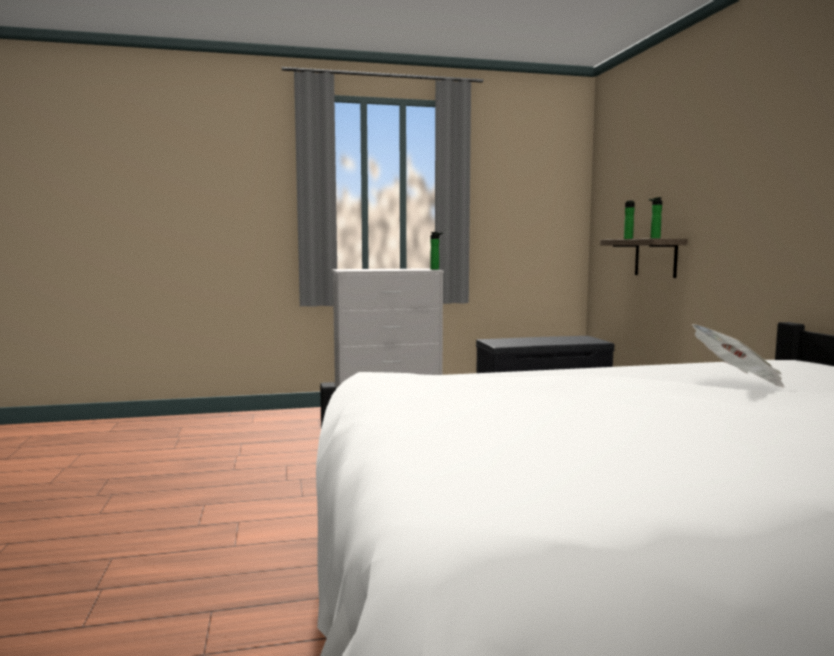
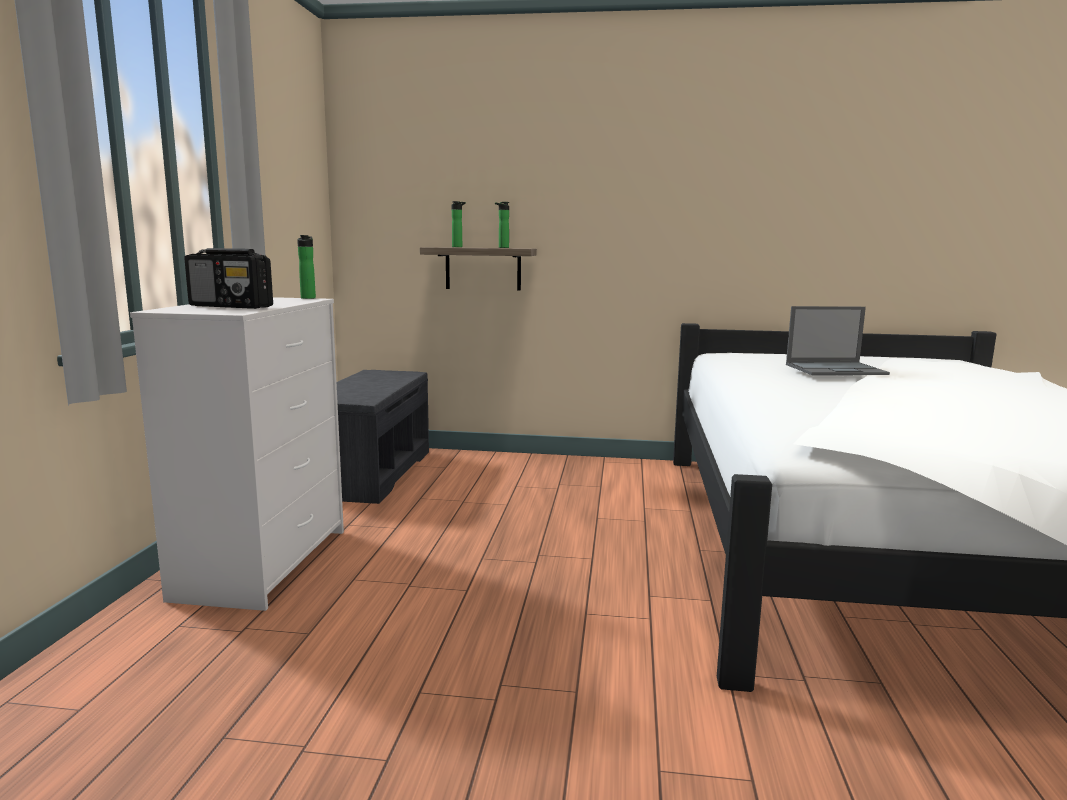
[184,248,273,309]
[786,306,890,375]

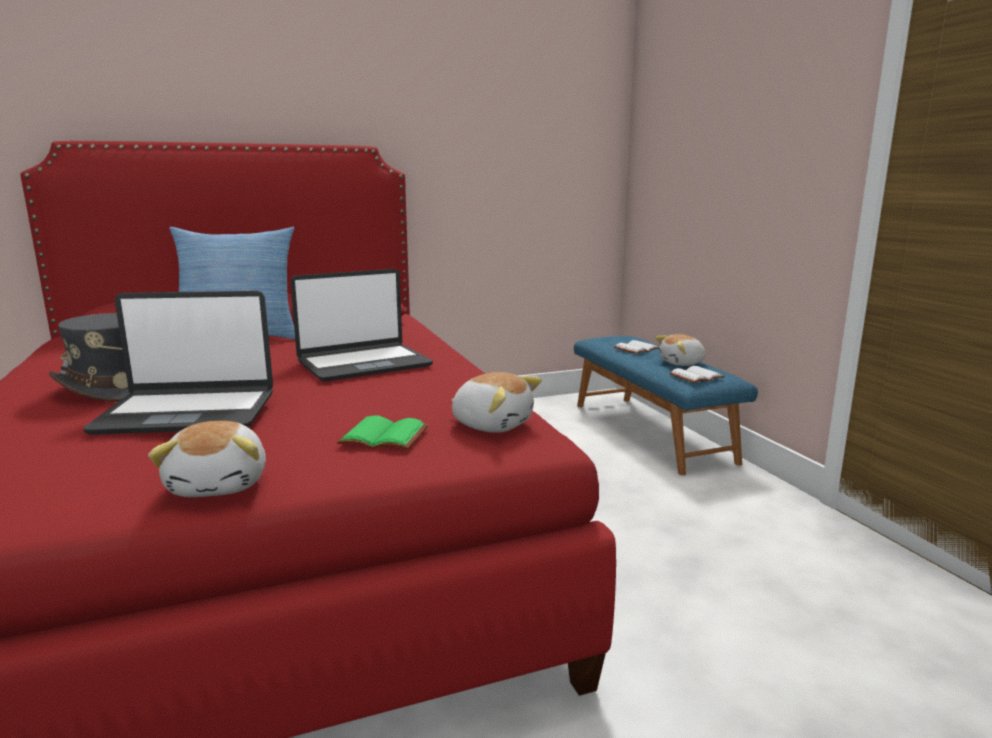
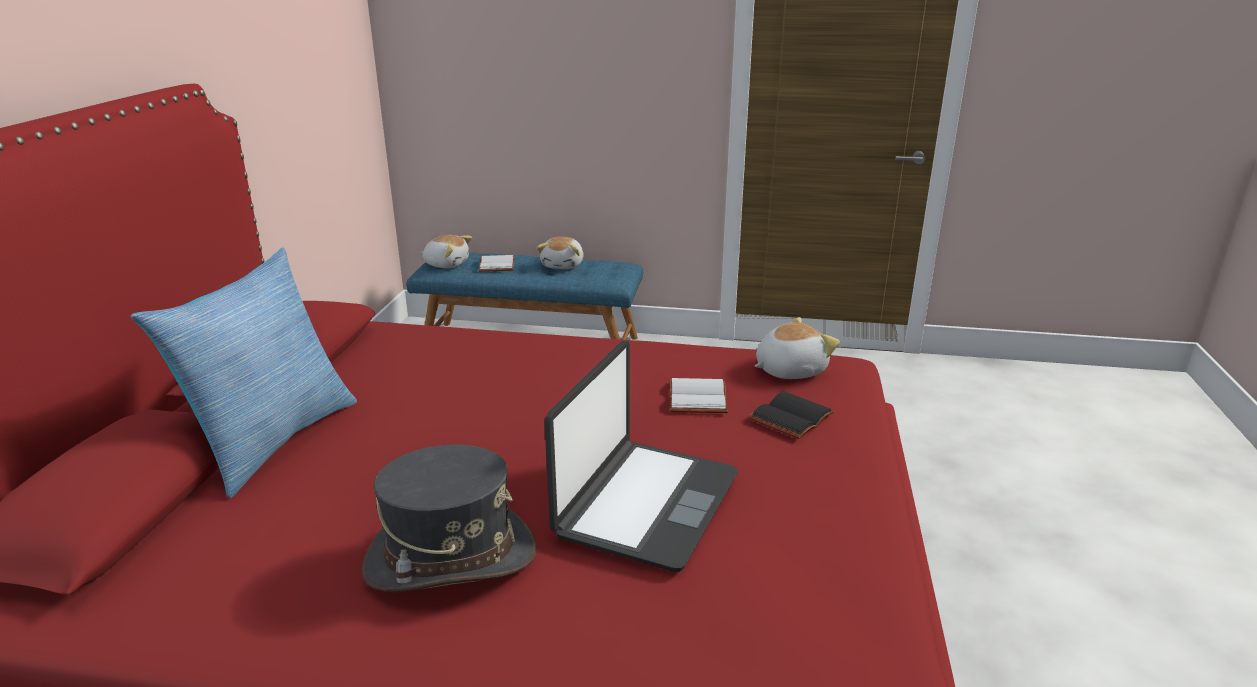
[421,235,472,269]
[670,378,728,413]
[749,391,834,439]
[290,269,433,382] (first image)

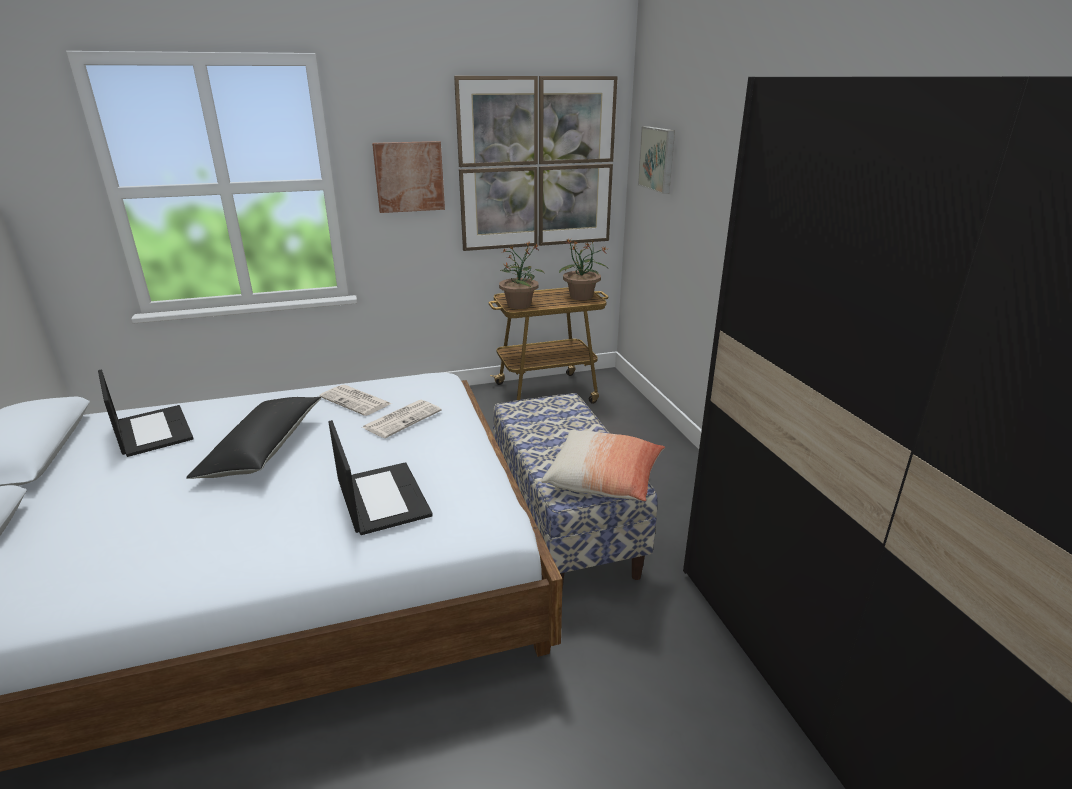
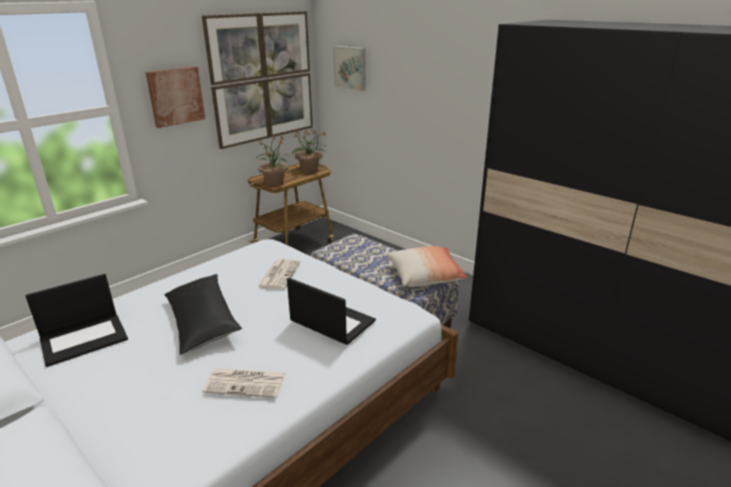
[25,274,128,367]
[203,368,286,398]

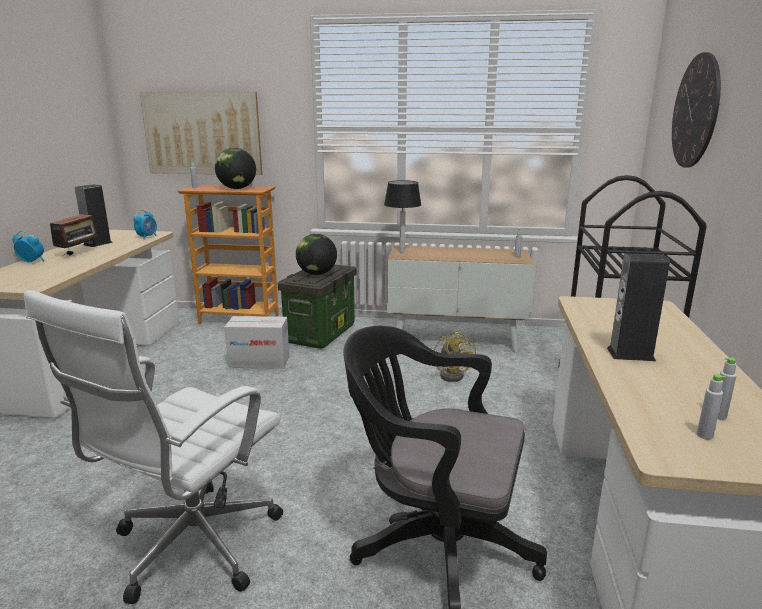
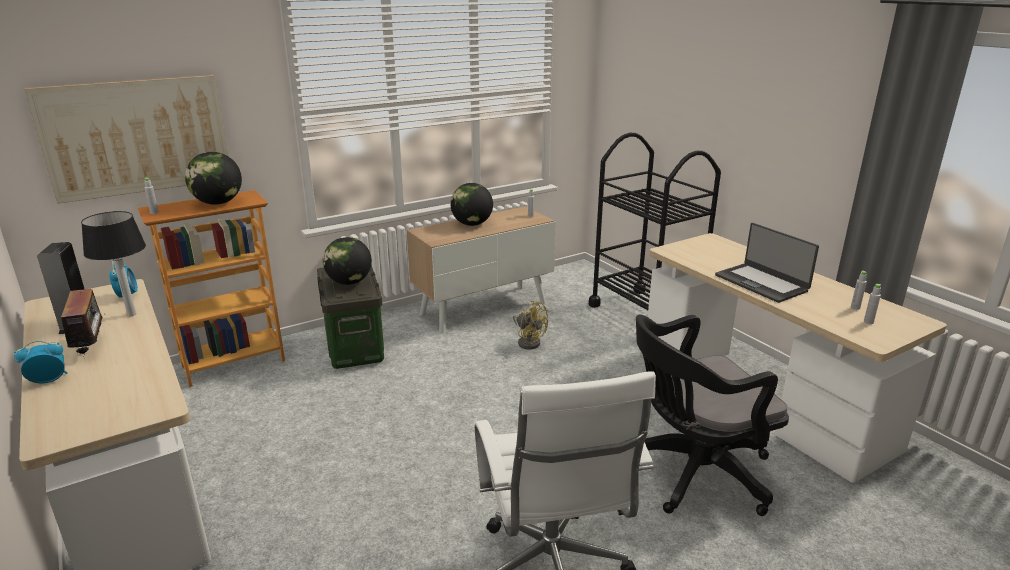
[81,211,146,316]
[450,183,493,226]
[715,223,819,303]
[224,316,289,369] (first image)
[672,52,721,168] (first image)

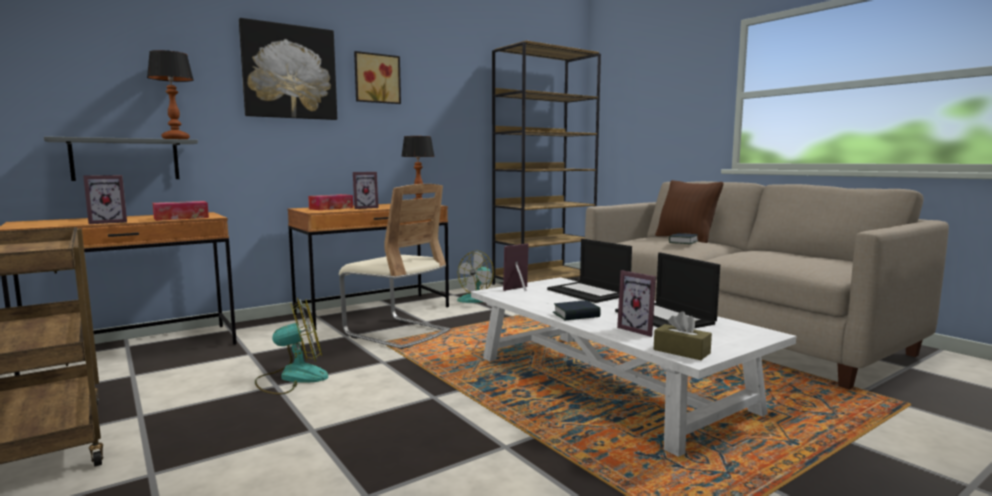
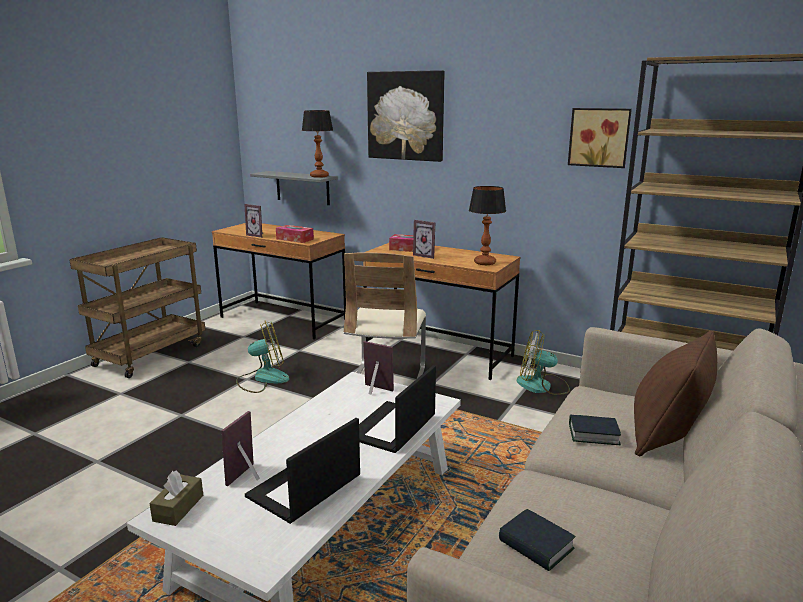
[236,321,289,393]
[499,509,575,571]
[568,108,632,168]

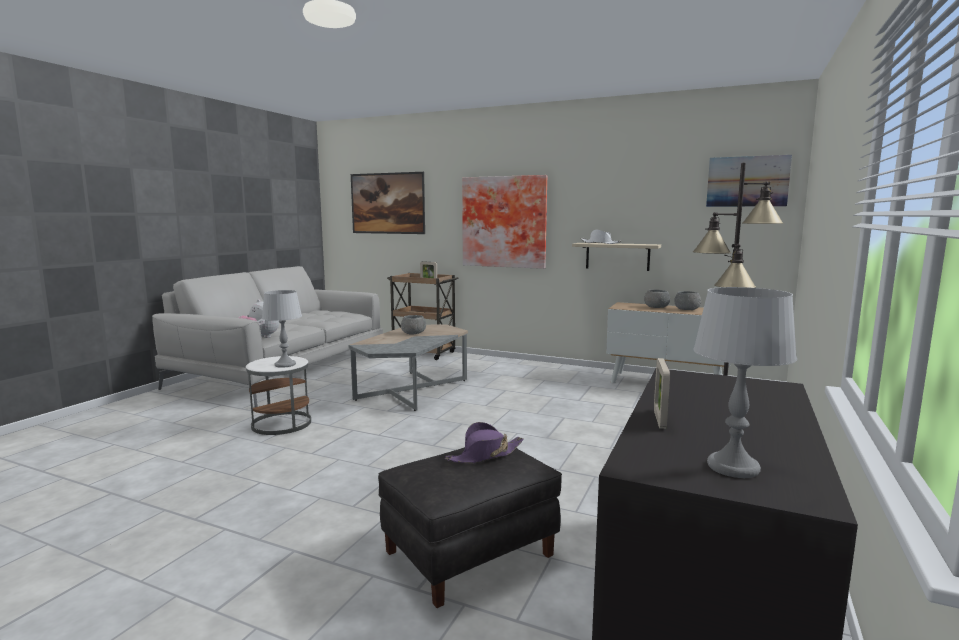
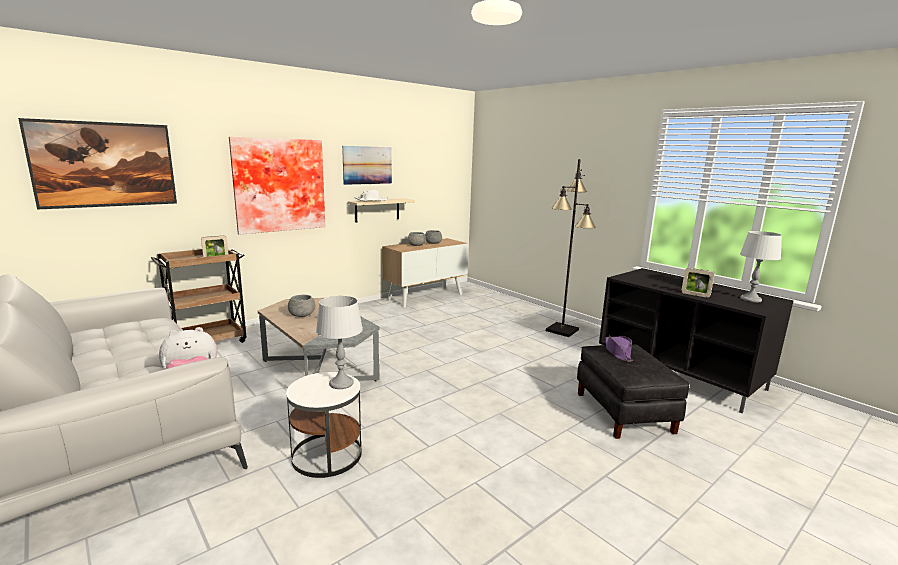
[342,146,392,185]

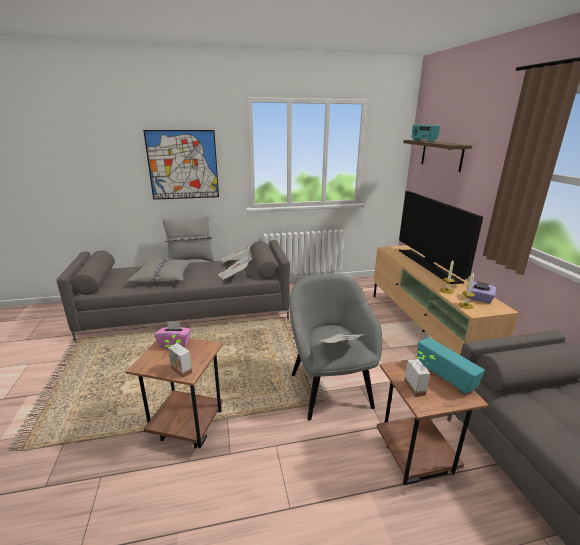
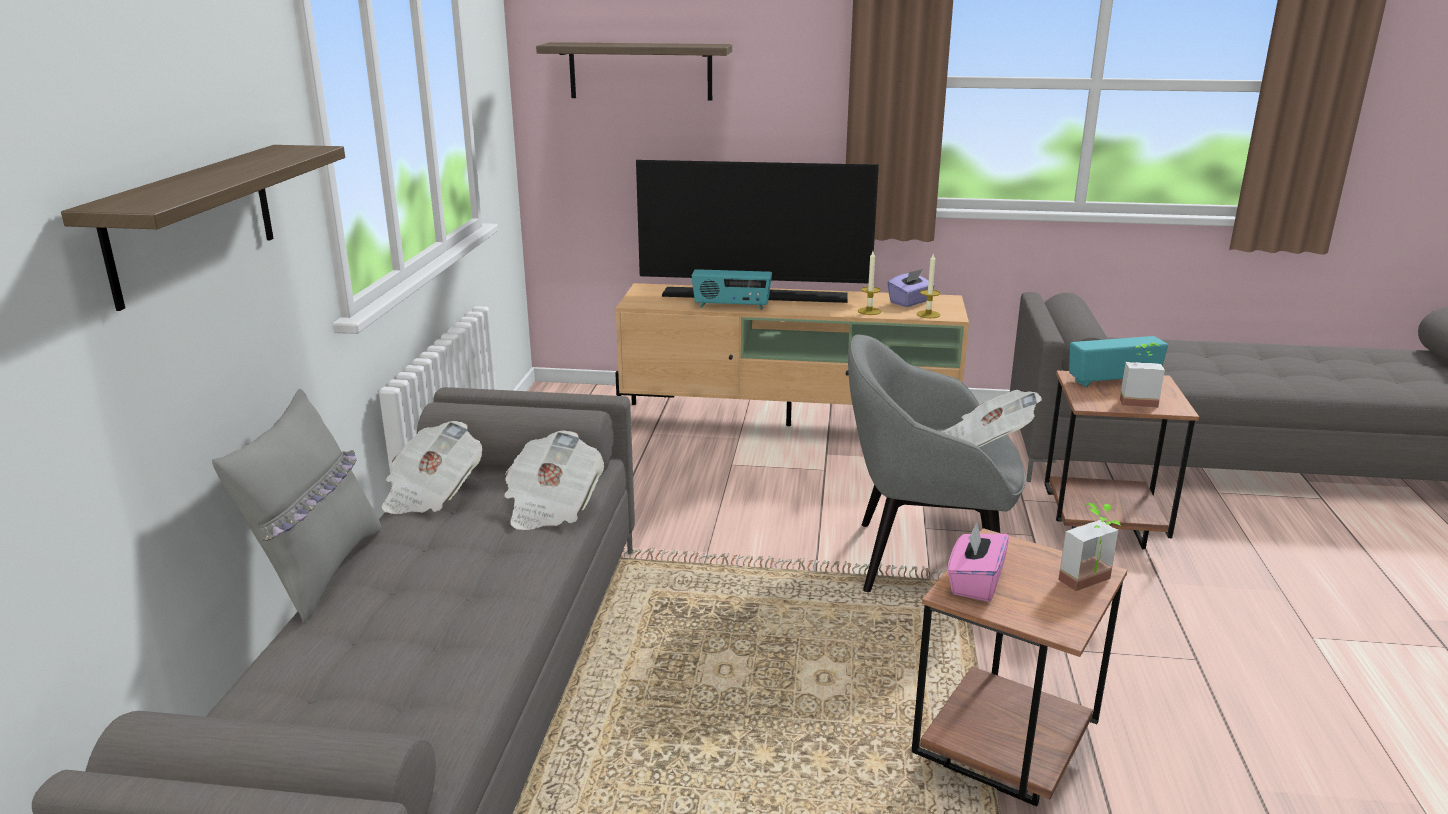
[61,145,345,311]
[692,269,772,310]
[127,256,192,283] (first image)

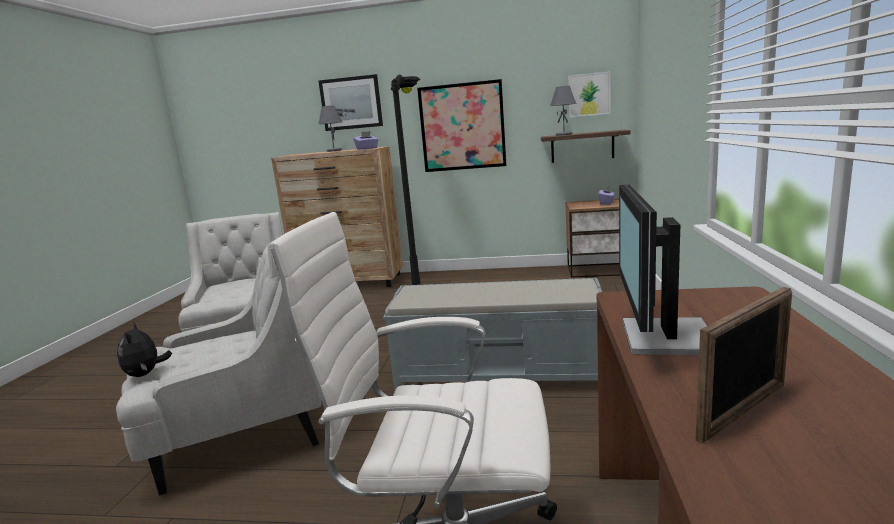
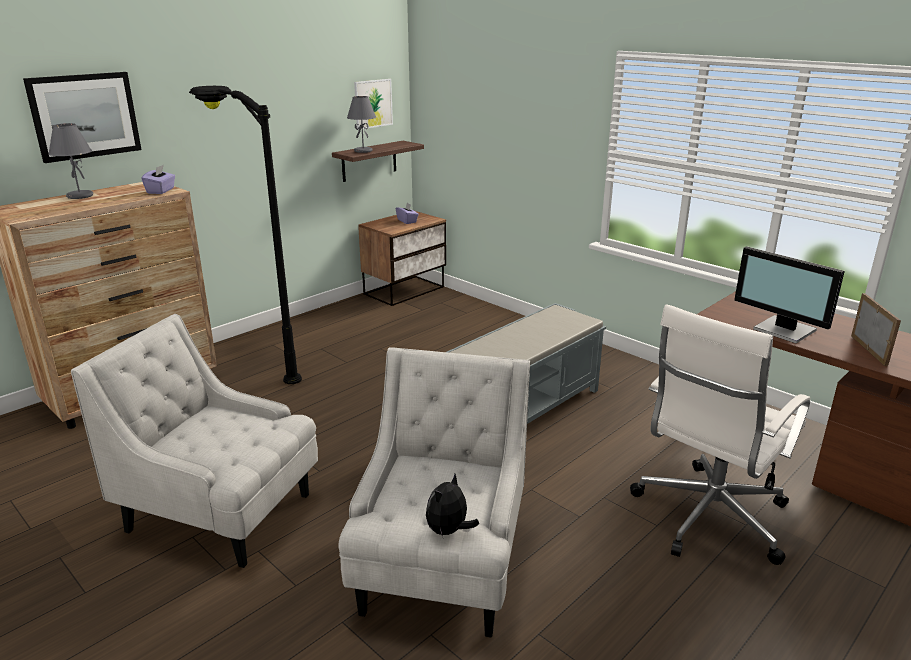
[426,474,479,537]
[417,79,506,172] (first image)

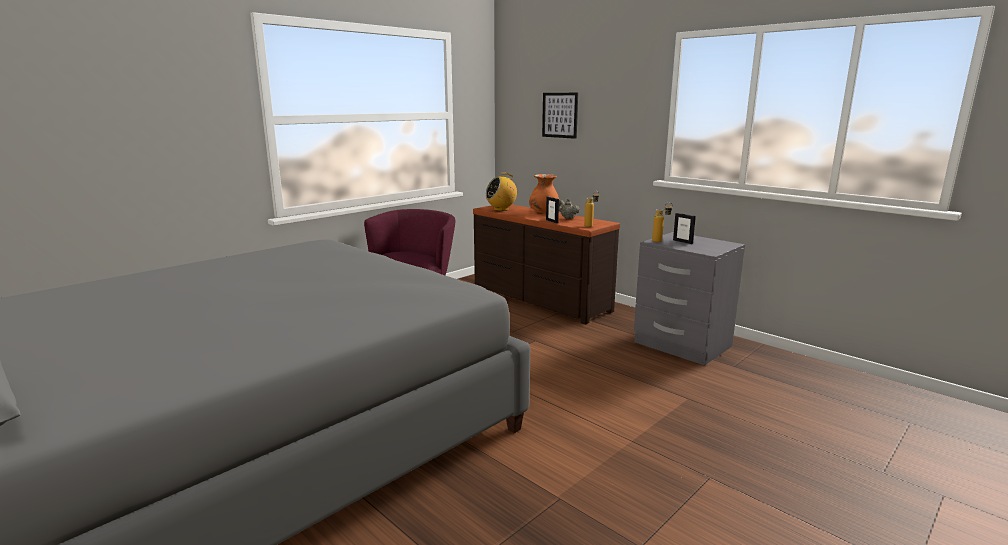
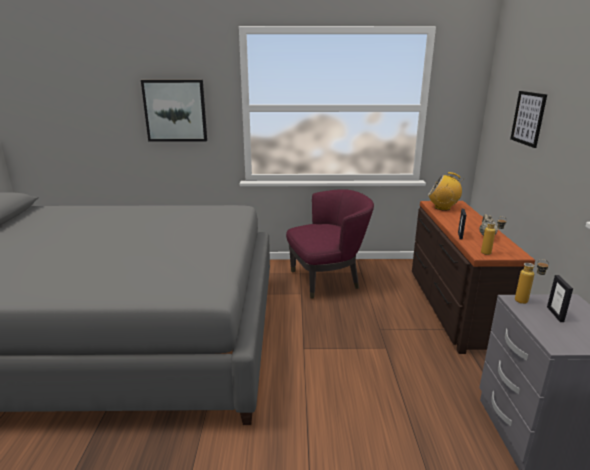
[141,80,207,142]
[529,174,559,213] (first image)

